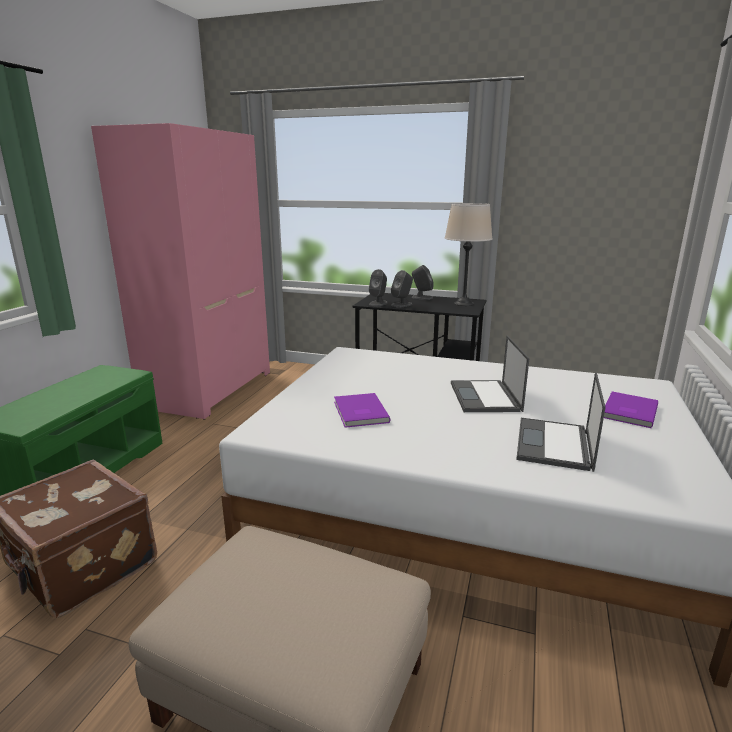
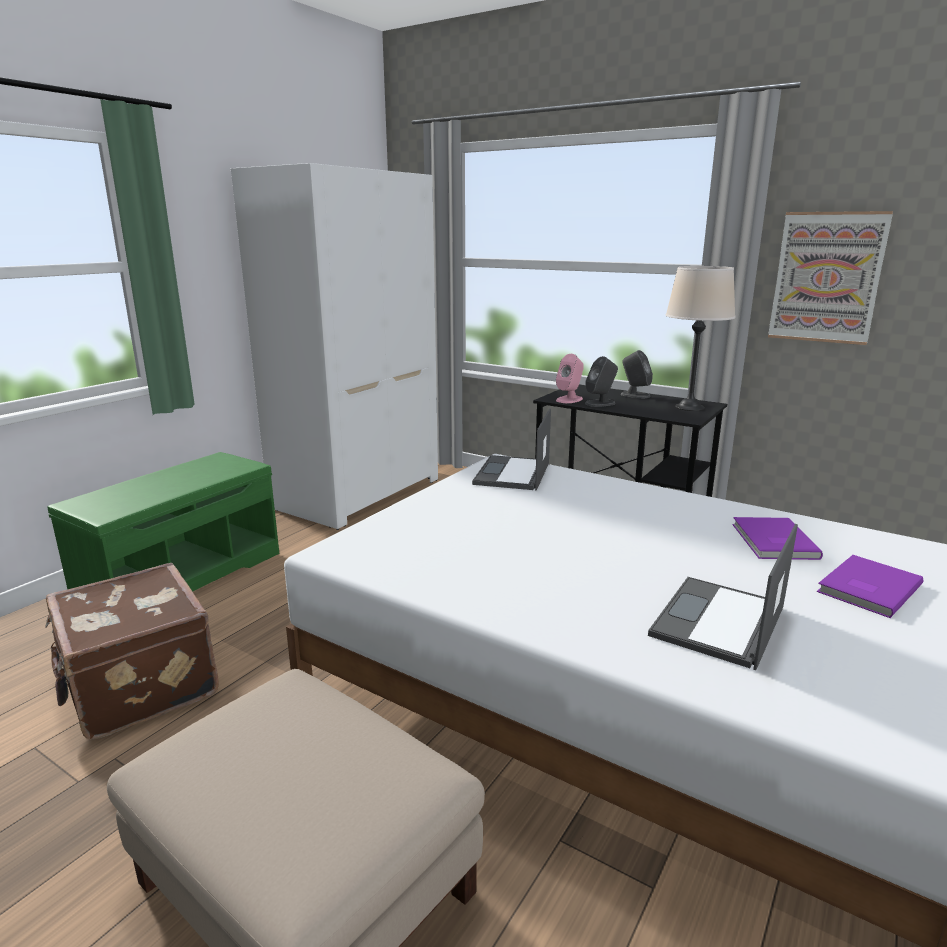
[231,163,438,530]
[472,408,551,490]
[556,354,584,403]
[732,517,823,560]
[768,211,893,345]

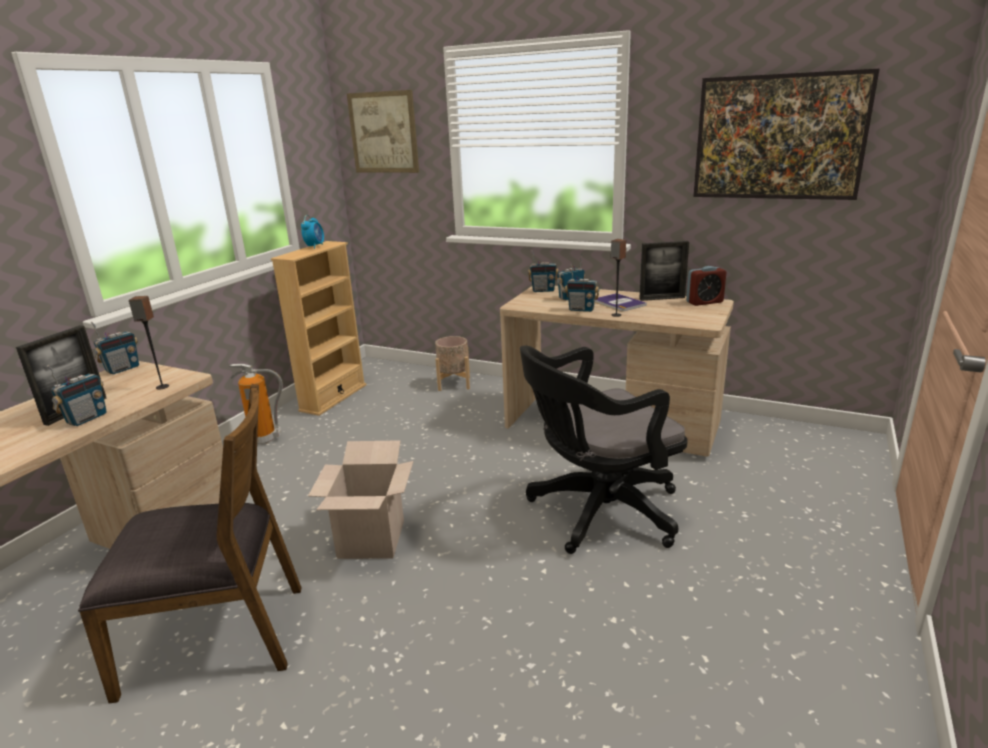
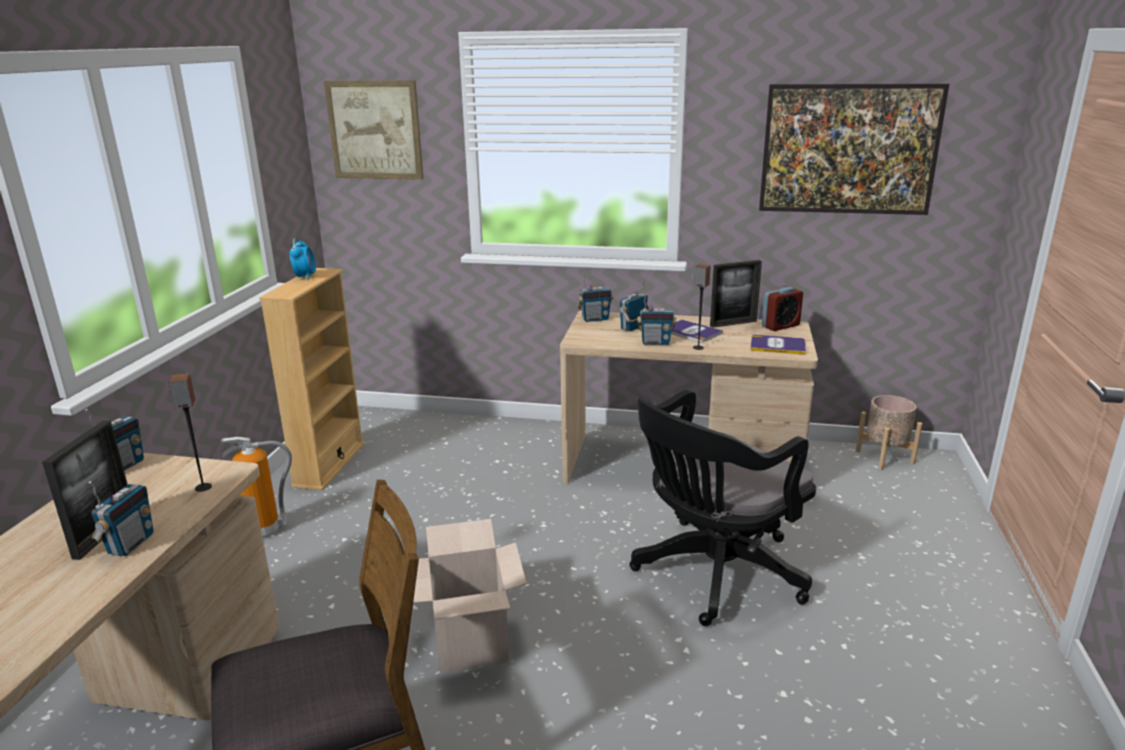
[750,335,806,355]
[856,395,922,470]

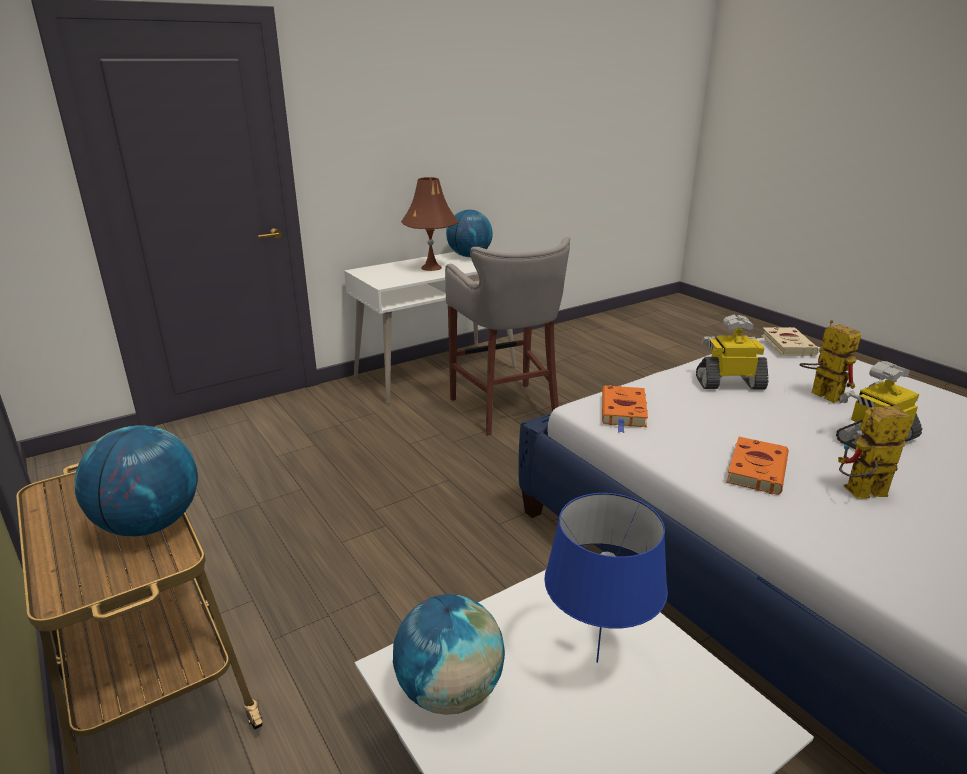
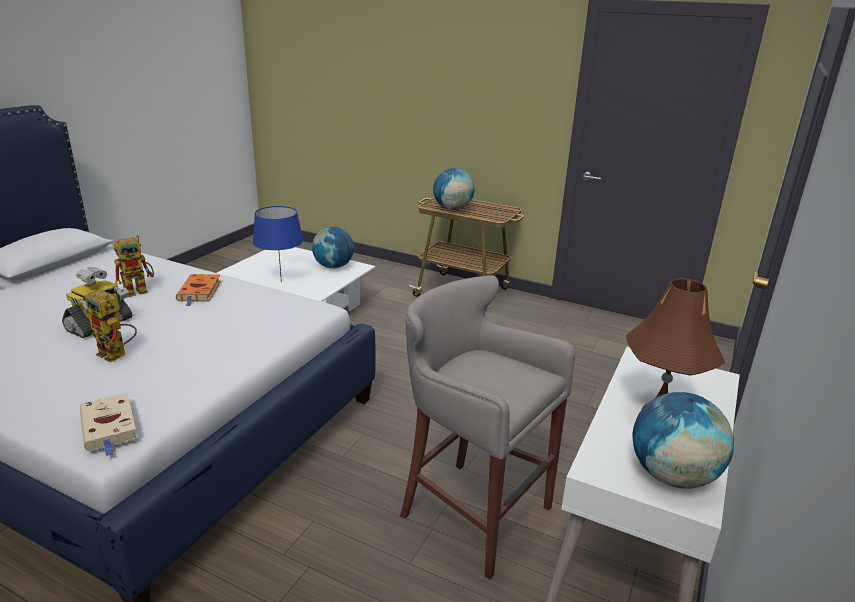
[602,385,648,433] (first image)
[696,315,769,389] (first image)

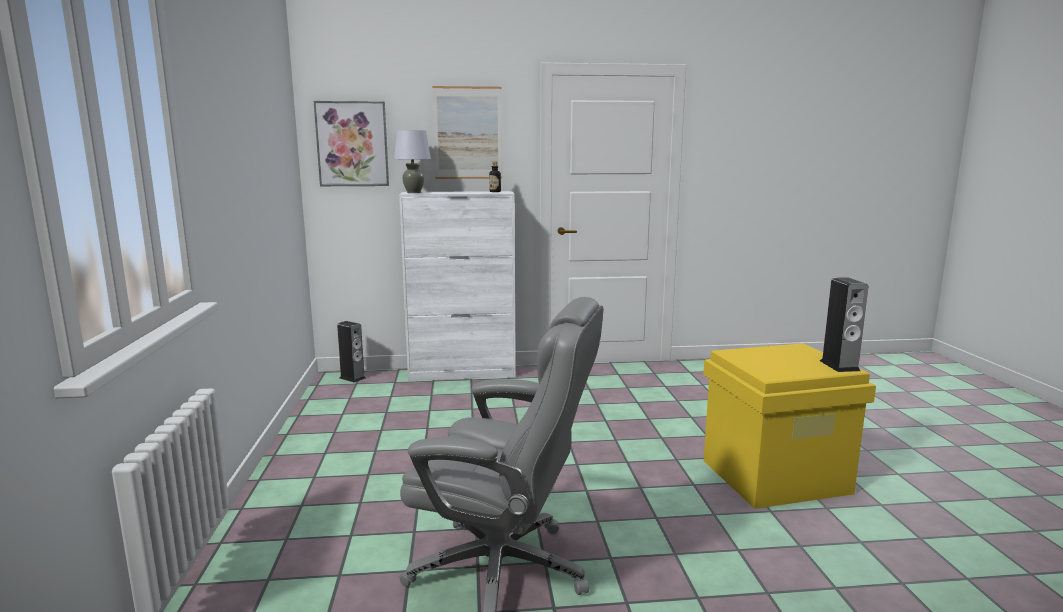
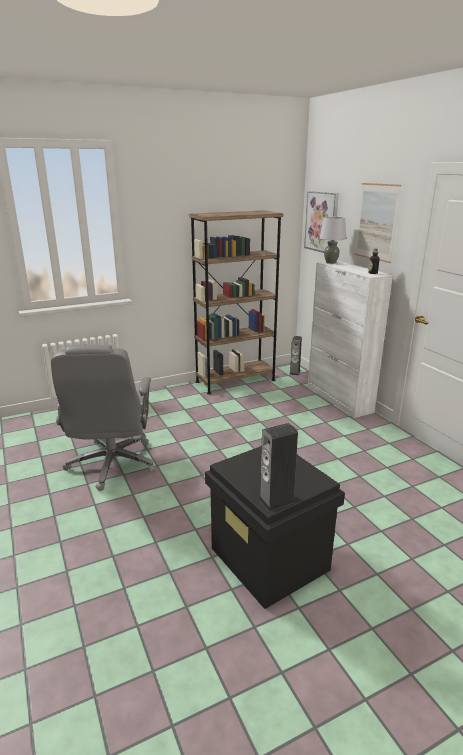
[189,210,283,394]
[205,446,345,609]

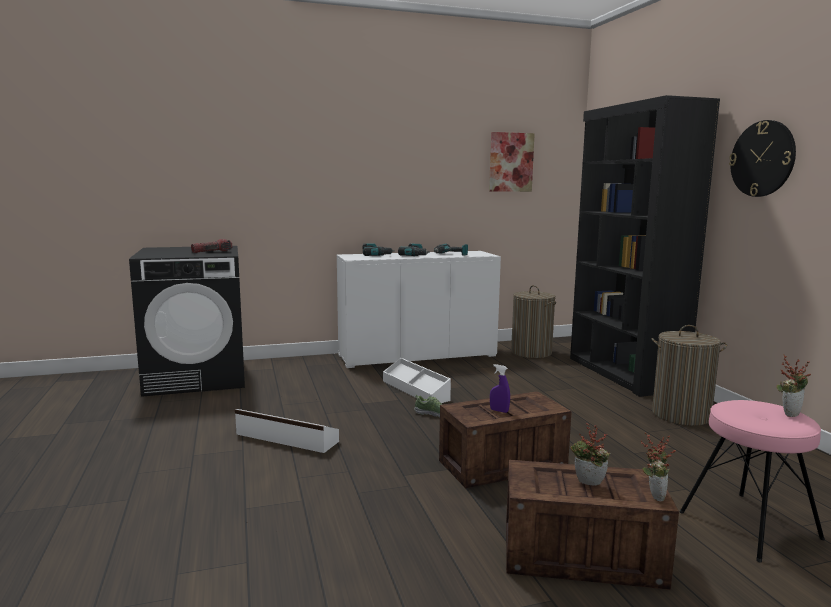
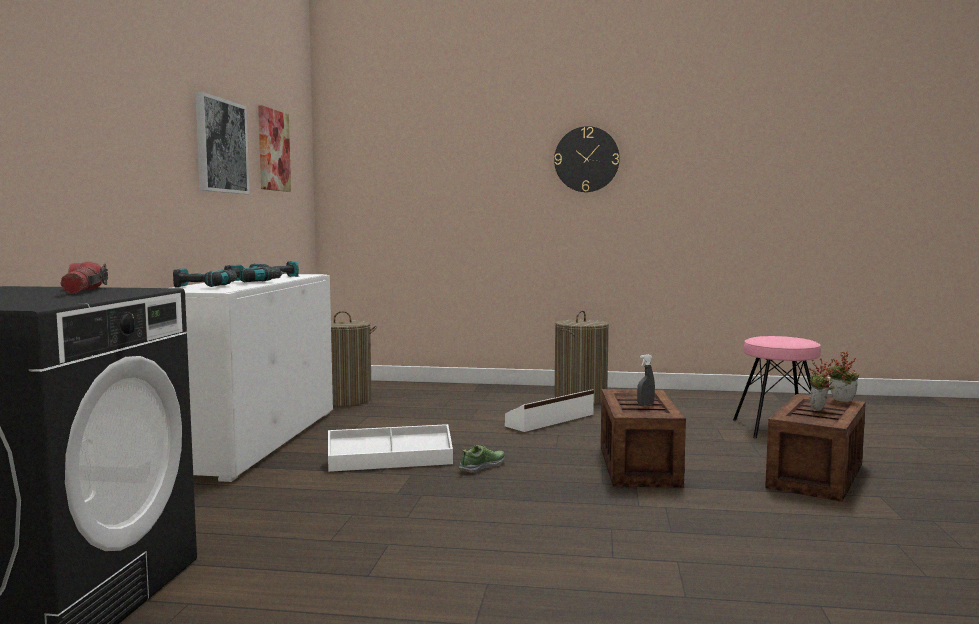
[195,92,250,194]
[505,389,594,432]
[637,354,655,406]
[570,95,720,397] (first image)
[776,354,811,417] (first image)

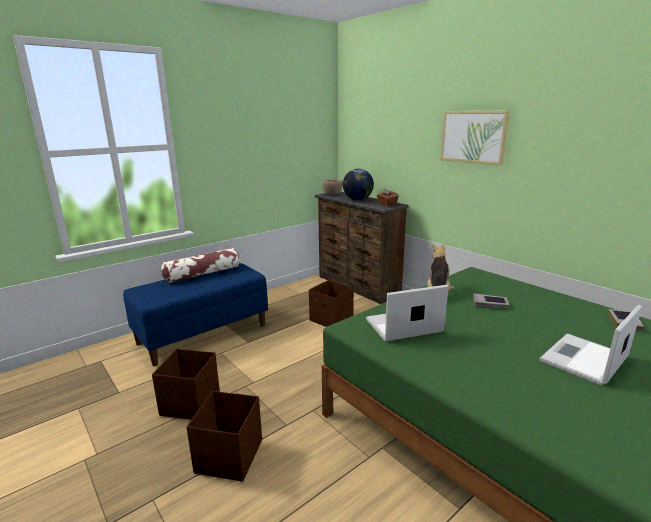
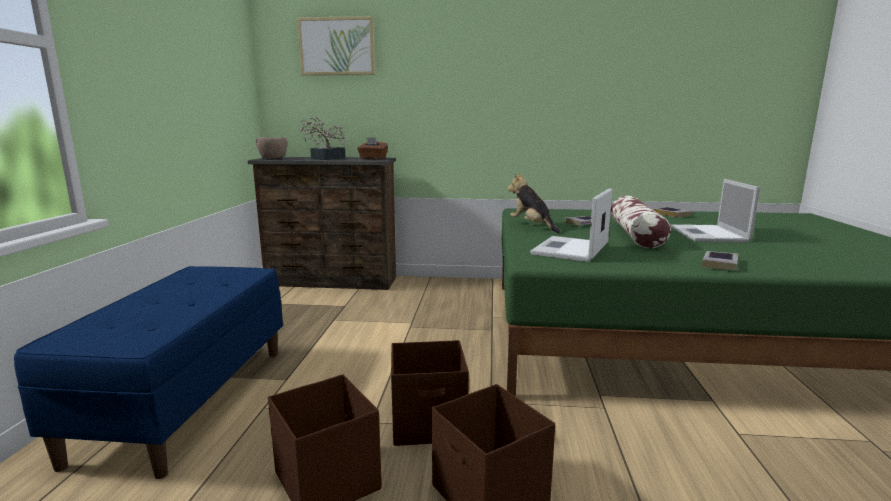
[297,16,375,76]
[300,116,345,160]
[391,340,469,446]
[611,196,671,249]
[702,251,738,270]

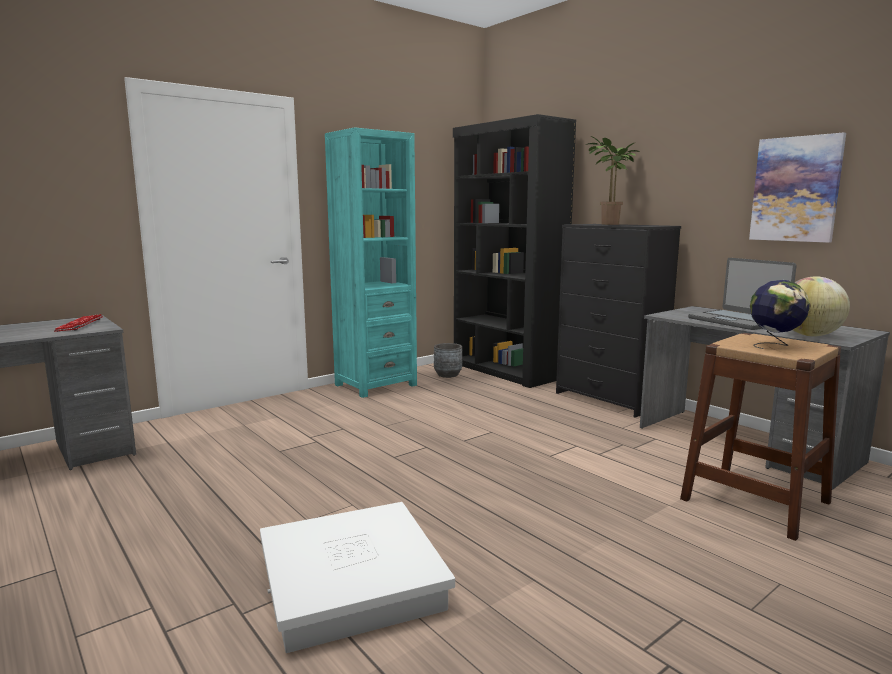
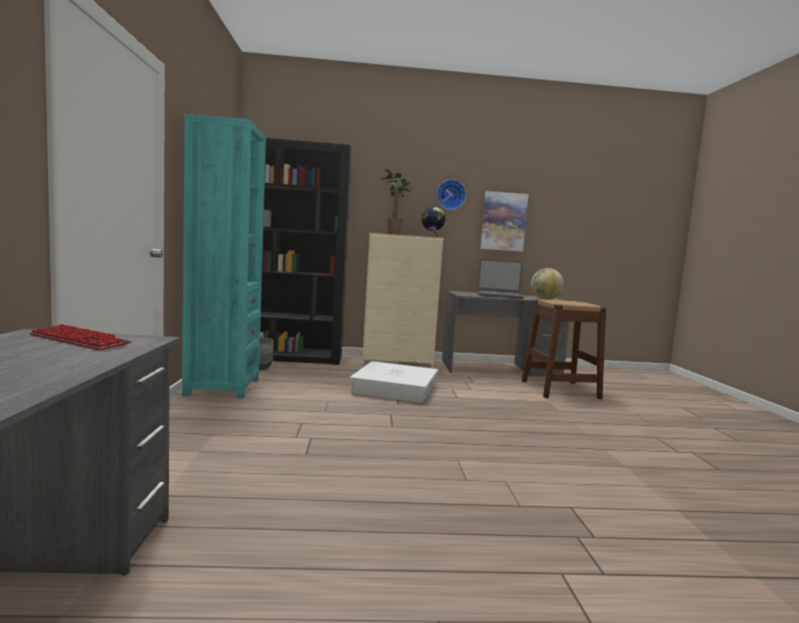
[349,361,438,403]
[362,233,444,368]
[422,206,445,237]
[437,179,466,210]

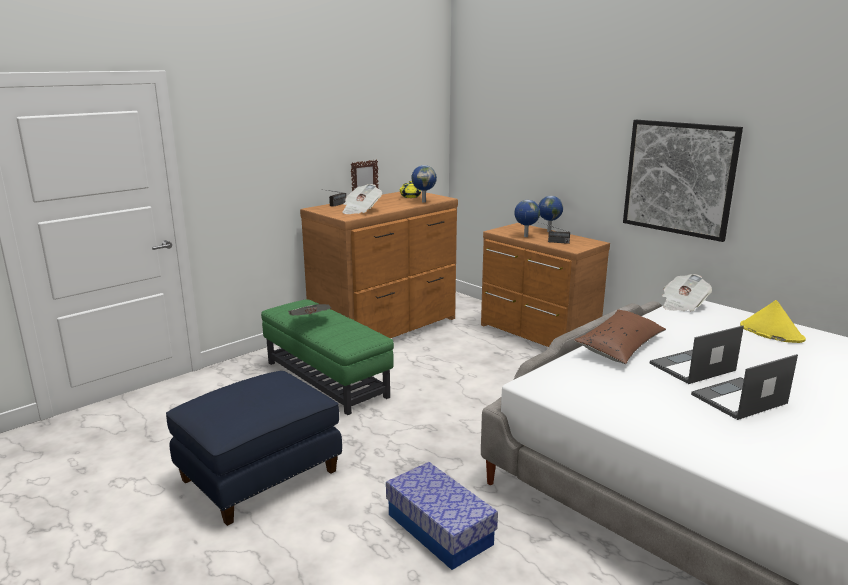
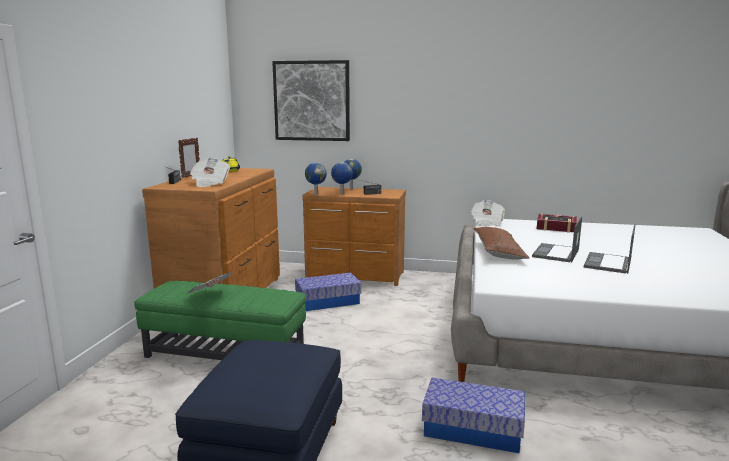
[272,60,350,141]
[295,273,361,311]
[305,163,327,195]
[537,214,577,233]

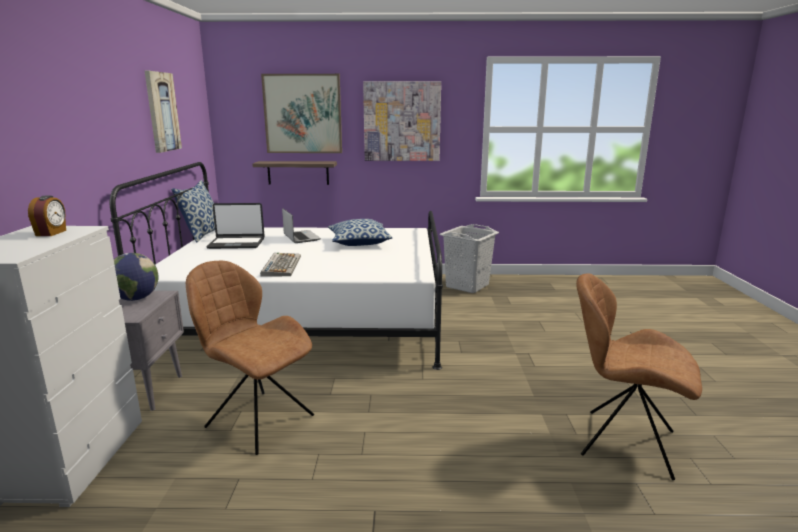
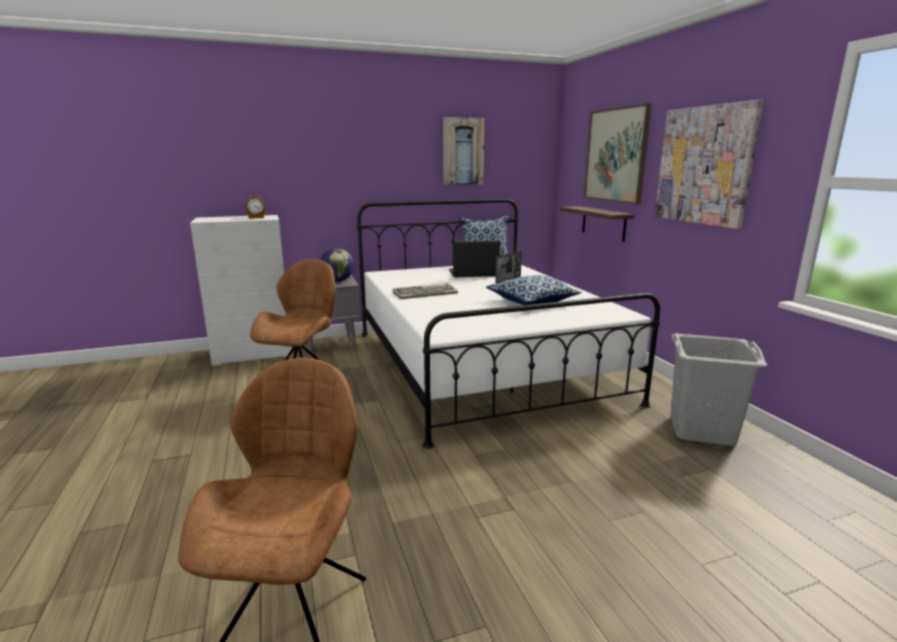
[449,240,500,277]

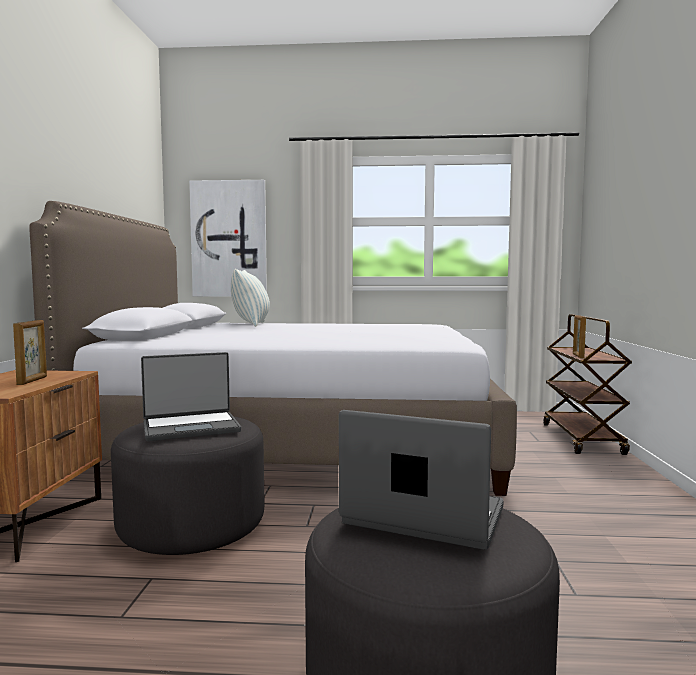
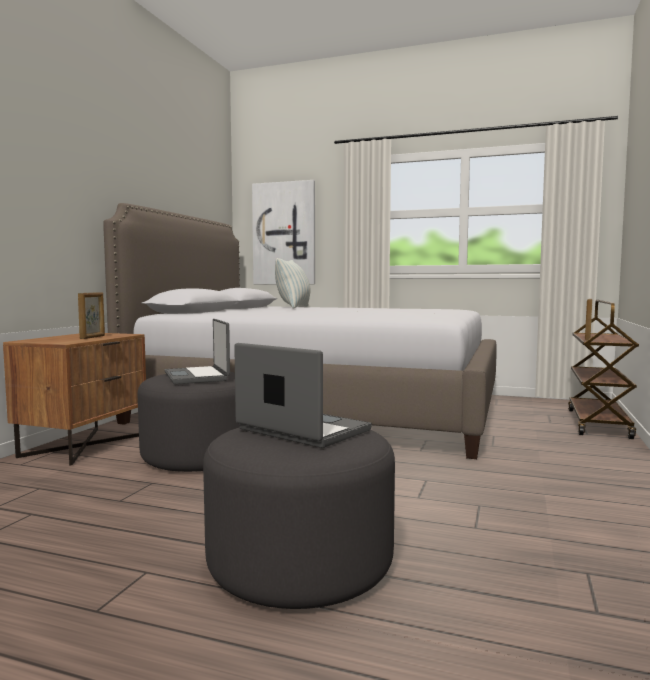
[165,319,230,384]

